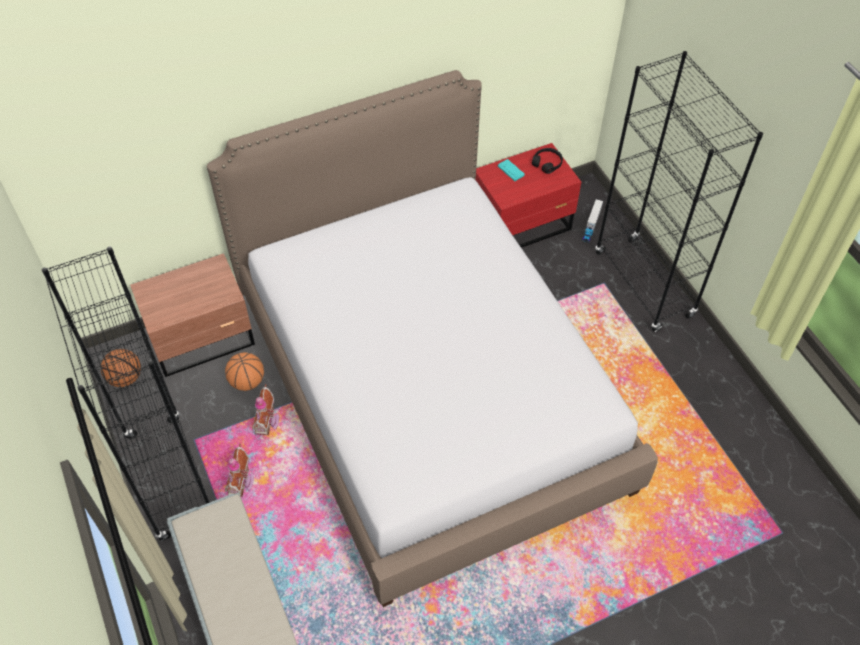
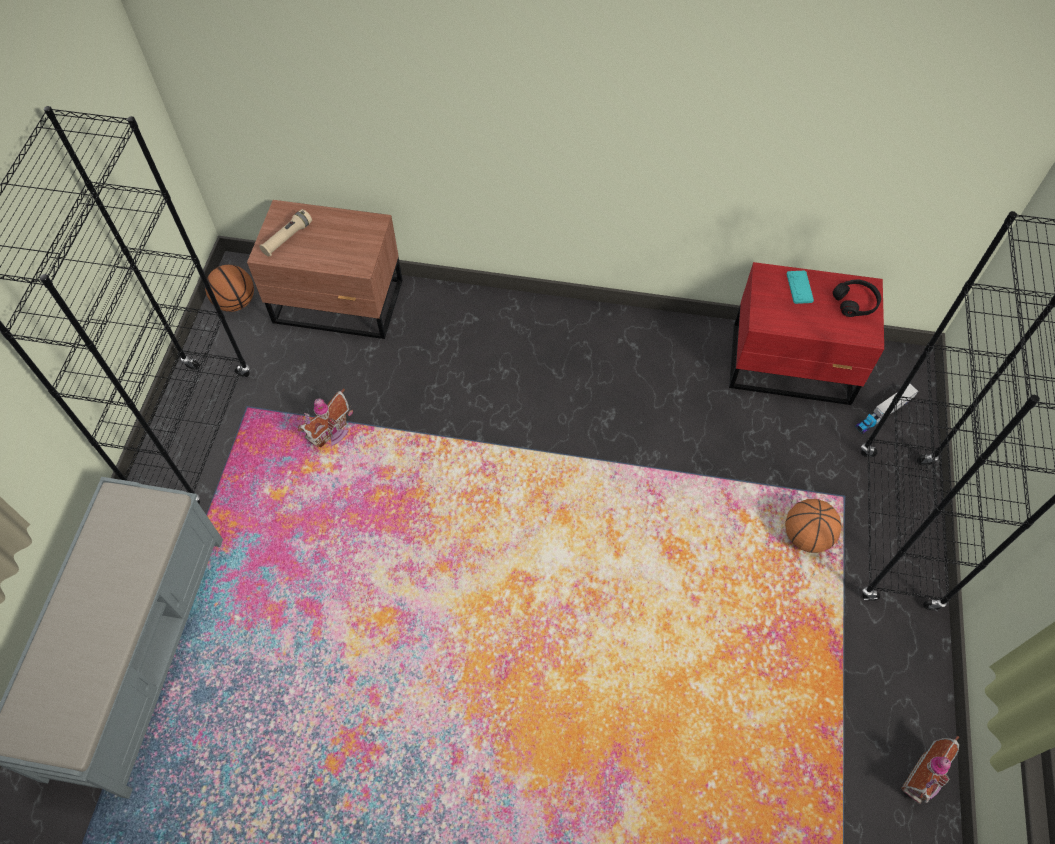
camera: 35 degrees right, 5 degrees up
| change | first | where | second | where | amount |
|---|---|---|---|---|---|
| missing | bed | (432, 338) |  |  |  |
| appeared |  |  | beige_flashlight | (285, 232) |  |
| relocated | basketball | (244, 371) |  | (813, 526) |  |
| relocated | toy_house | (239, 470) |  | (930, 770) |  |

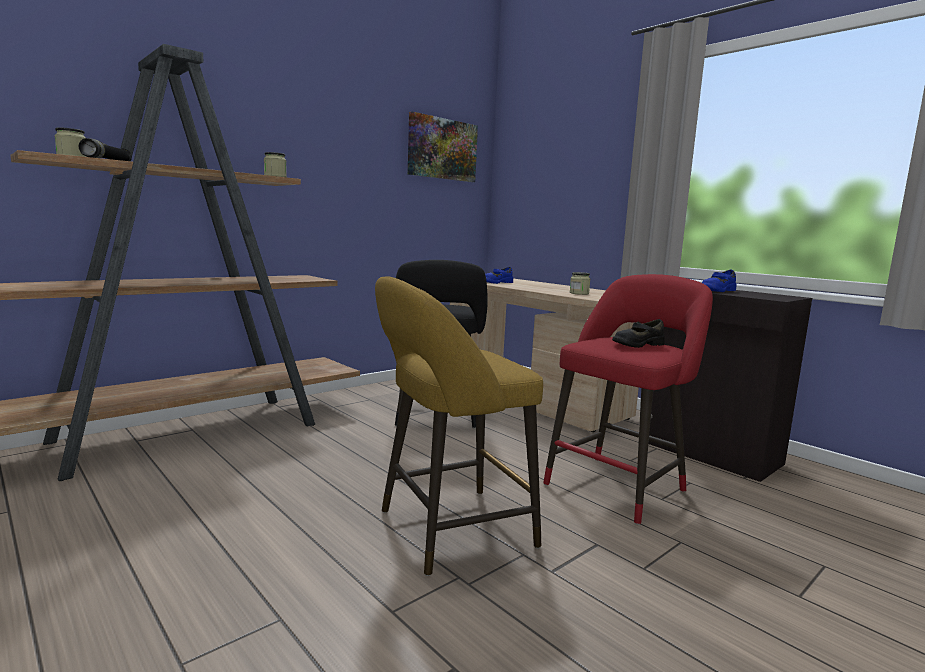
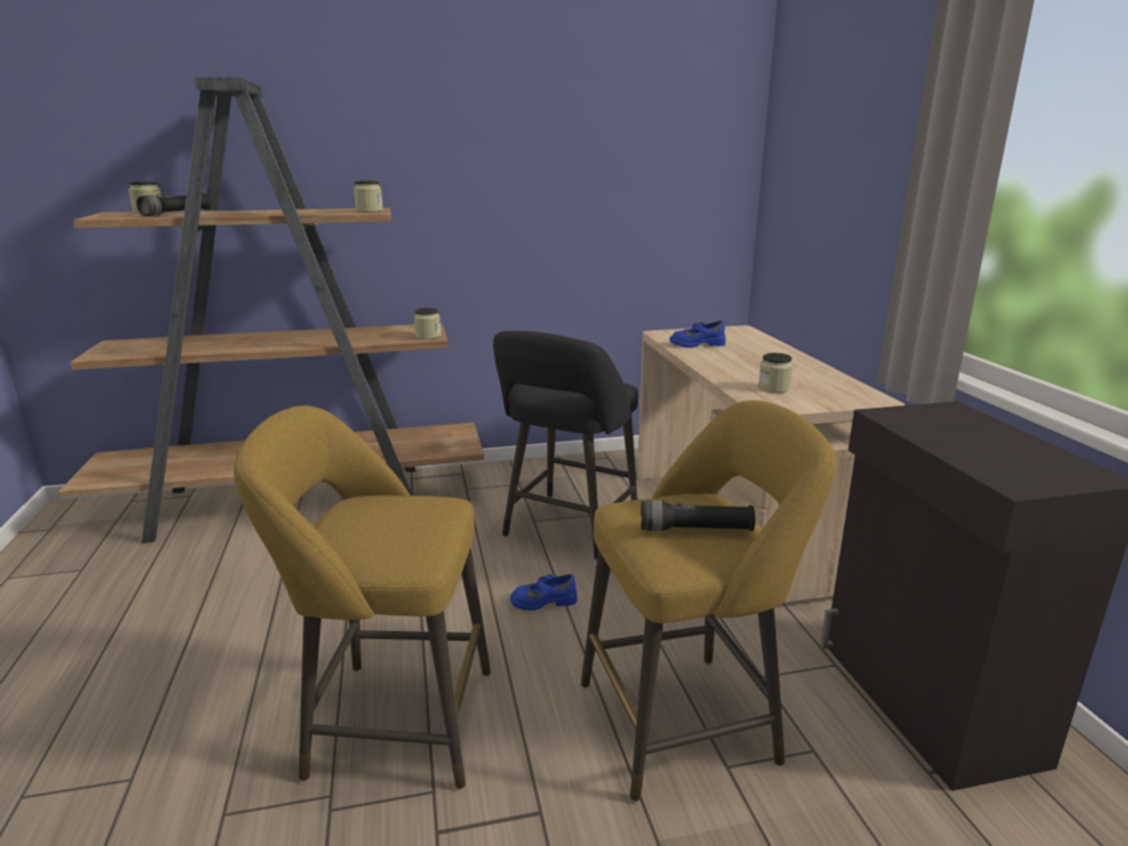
camera: 30 degrees right, 10 degrees up
| change | first | where | second | where | amount |
|---|---|---|---|---|---|
| missing | picture | (443, 146) |  |  |  |
| appeared |  |  | jar | (427, 323) |  |
| relocated | blue_shoe | (719, 281) |  | (543, 592) |  |
| exchanged | black_shoe | (638, 333) | black_flashlight | (698, 515) |  |
| colour | red_stool | (628, 399) | yellow_stool | (708, 601) |  |

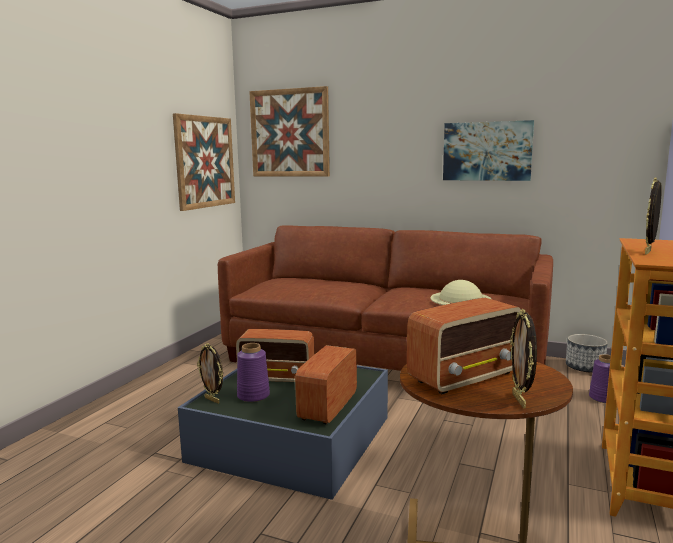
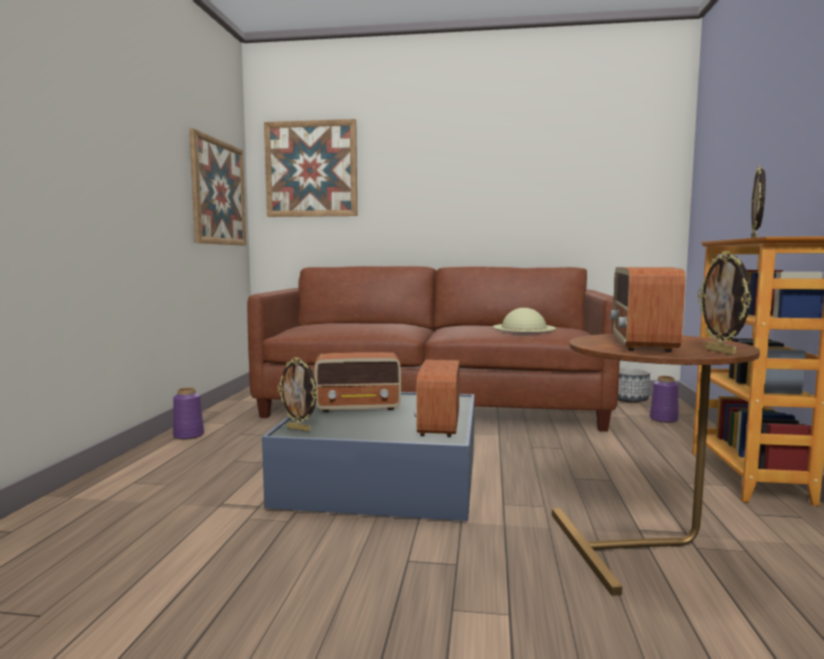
camera: 15 degrees left, 5 degrees down
| change | first | where | second | where | amount |
|---|---|---|---|---|---|
| missing | picture | (488, 150) |  |  |  |
| relocated | purple_vase | (253, 372) |  | (188, 413) |  |
| spun | radio | (464, 346) |  | (647, 310) | 150 degrees clockwise |

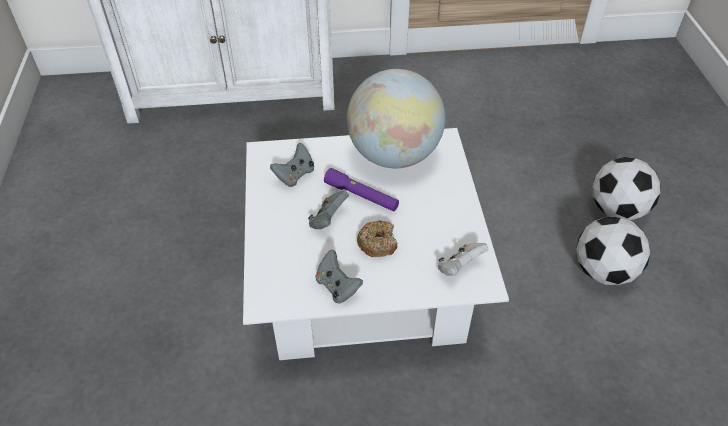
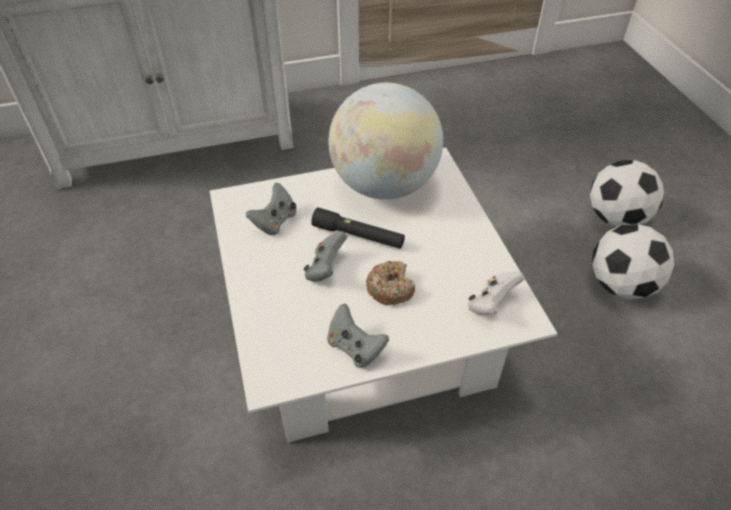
camera: 10 degrees left, 0 degrees up
| change | first | where | second | where | amount |
|---|---|---|---|---|---|
| colour | purple_flashlight | (361, 189) | black_flashlight | (358, 228) |  |

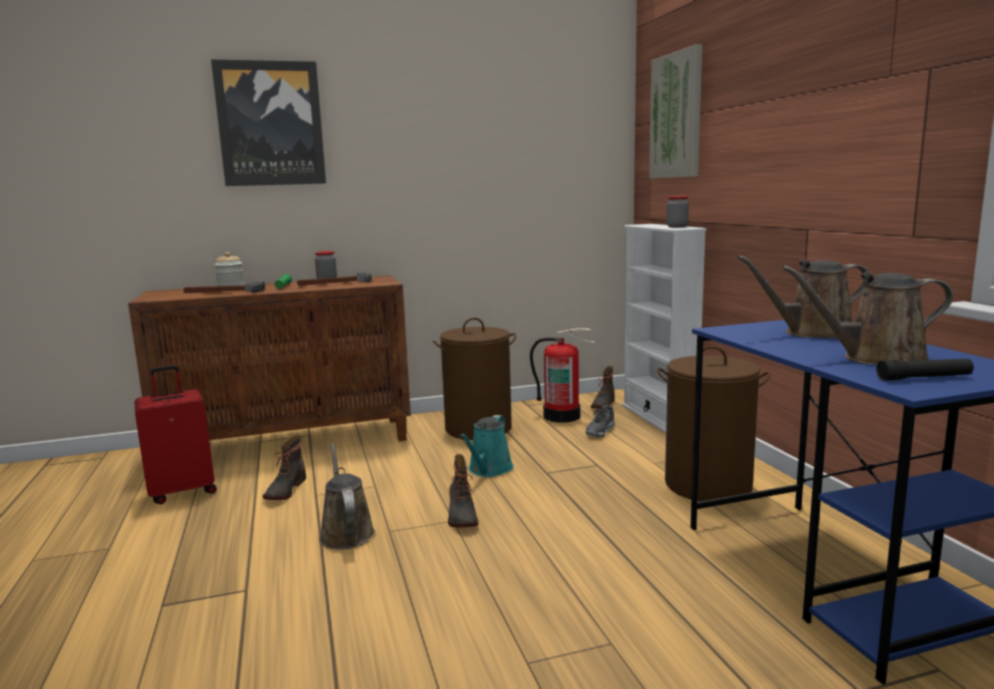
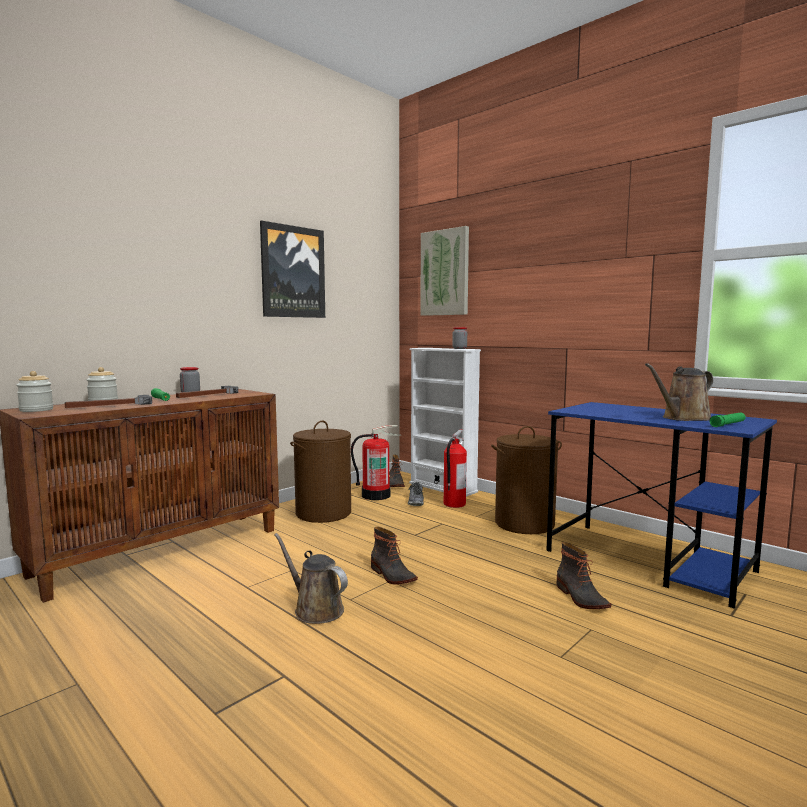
camera: 30 degrees left, 5 degrees down
| change | first | where | second | where | amount |
|---|---|---|---|---|---|
| missing | red_suitcase | (176, 434) |  |  |  |
| missing | turquoise_watering_can | (486, 446) |  |  |  |
| missing | brown_watering_can | (802, 297) |  |  |  |
| appeared |  |  | jar | (34, 391) |  |
| appeared |  |  | fire_extinguisher | (455, 469) |  |
| relocated | picture | (268, 122) |  | (292, 269) |  |
| relocated | boot | (284, 467) |  | (583, 575) |  |
| colour | black_flashlight | (925, 370) | green_flashlight | (727, 420) |  |

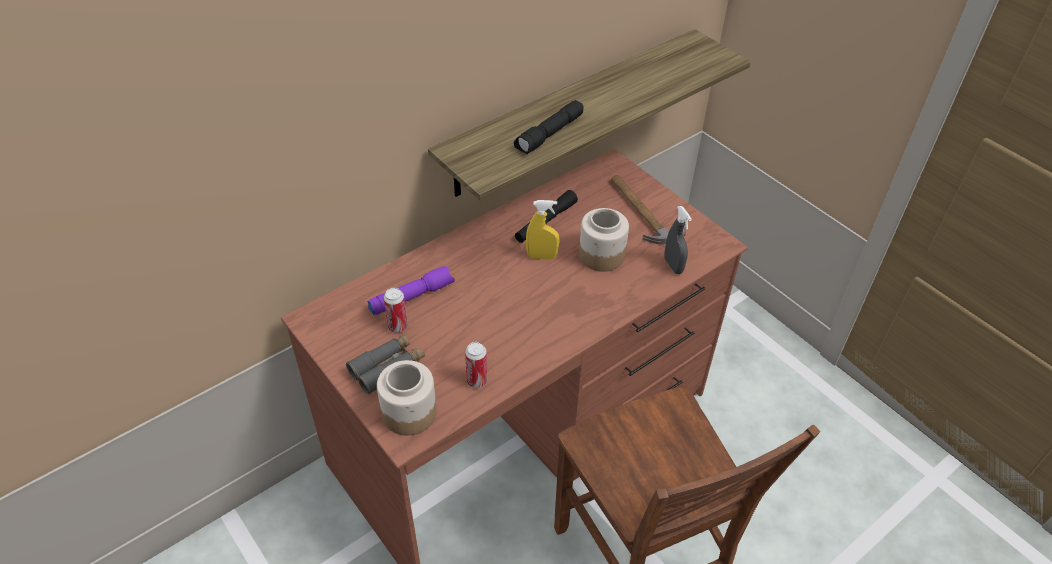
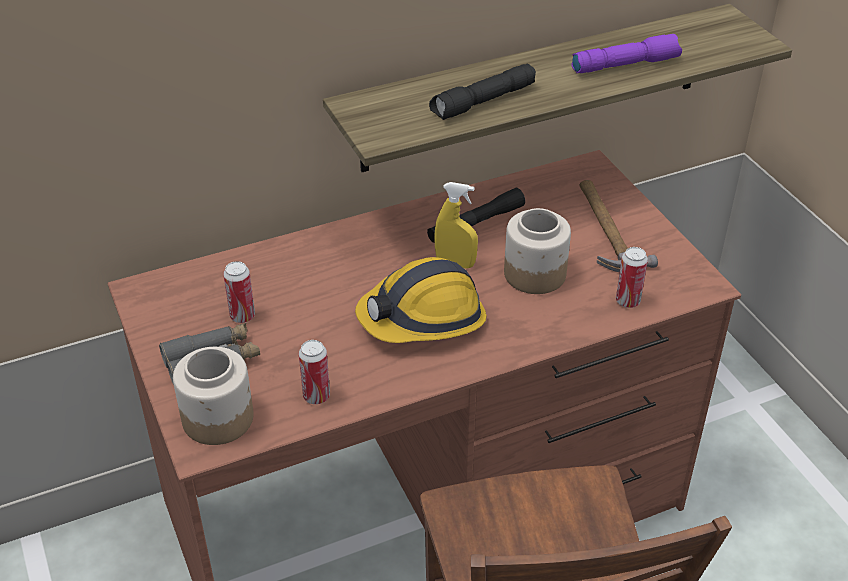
camera: 15 degrees right, 5 degrees down
| change | first | where | second | where | amount |
|---|---|---|---|---|---|
| appeared |  |  | hard_hat | (421, 300) |  |
| relocated | purple_flashlight | (411, 291) |  | (626, 53) |  |
| exchanged | grey_spray_bottle | (678, 240) | can | (632, 277) |  |

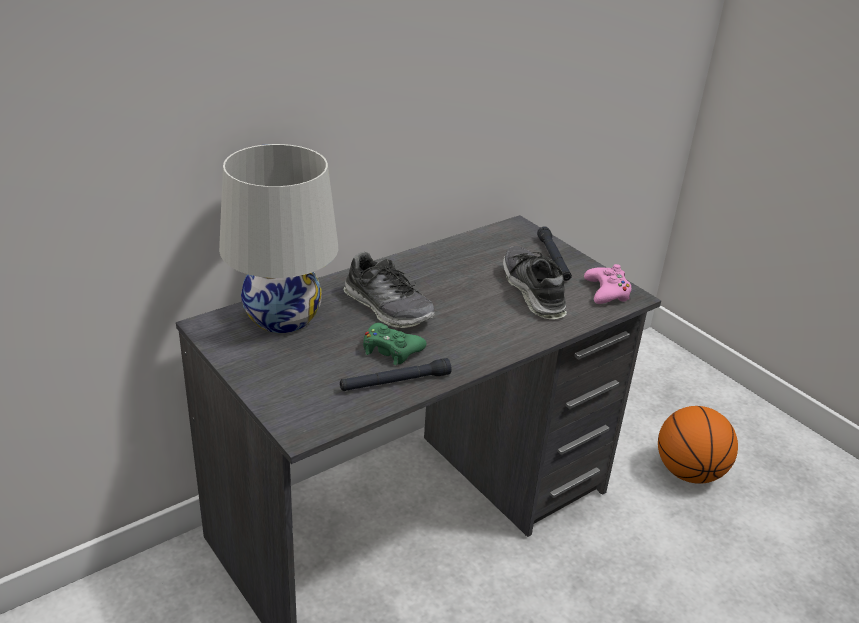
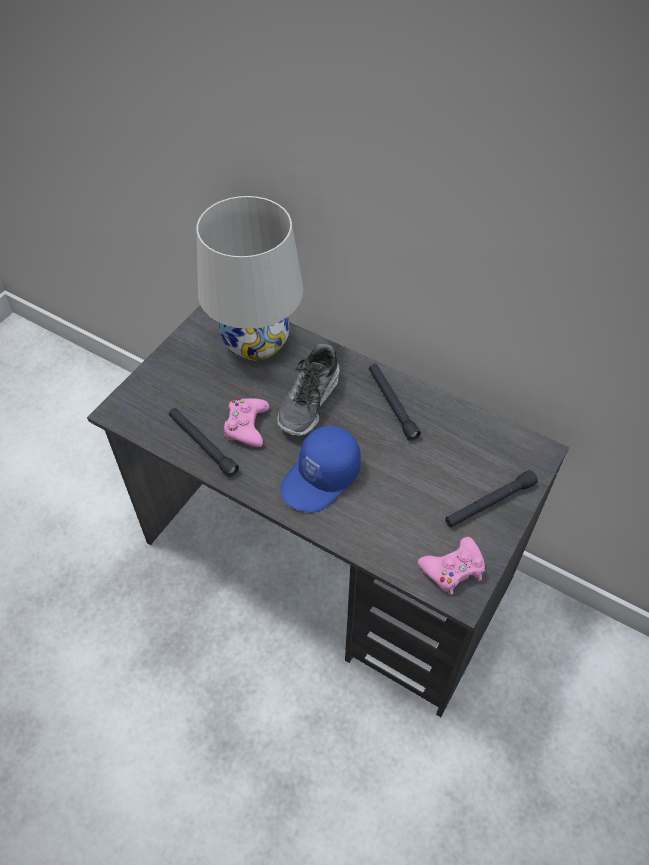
camera: 70 degrees right, 20 degrees up
| change | first | where | second | where | amount |
|---|---|---|---|---|---|
| missing | shoe | (535, 282) |  |  |  |
| missing | basketball | (698, 445) |  |  |  |
| appeared |  |  | blue_cap | (320, 469) |  |
| appeared |  |  | black_flashlight | (395, 402) |  |
| colour | green_game_controller | (395, 344) | pink_game_controller | (246, 422) |  |

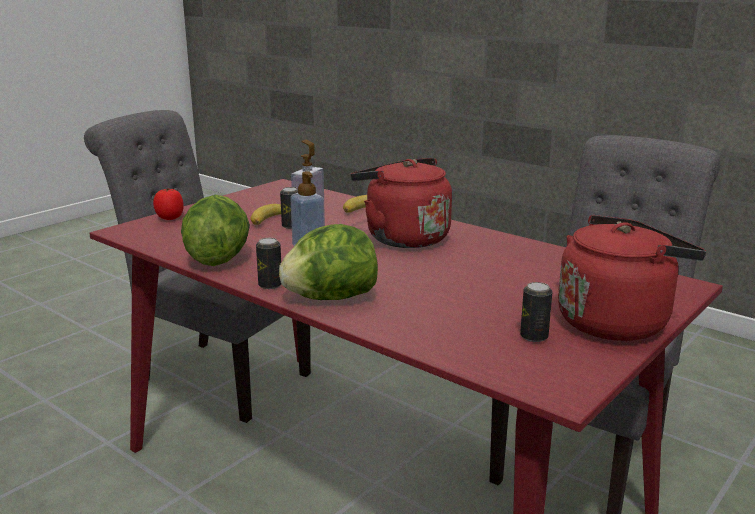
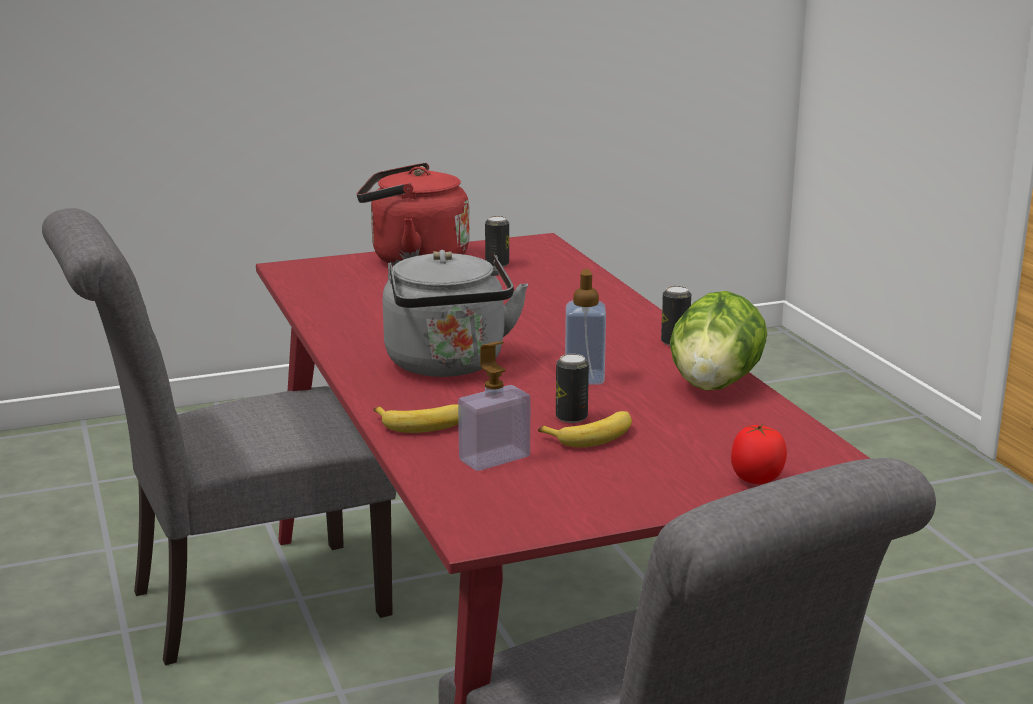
camera: 150 degrees left, 0 degrees up
| change | first | where | second | where | amount |
|---|---|---|---|---|---|
| missing | lettuce | (328, 262) |  |  |  |
| colour | red_kettle | (401, 203) | grey_kettle | (455, 313) |  |

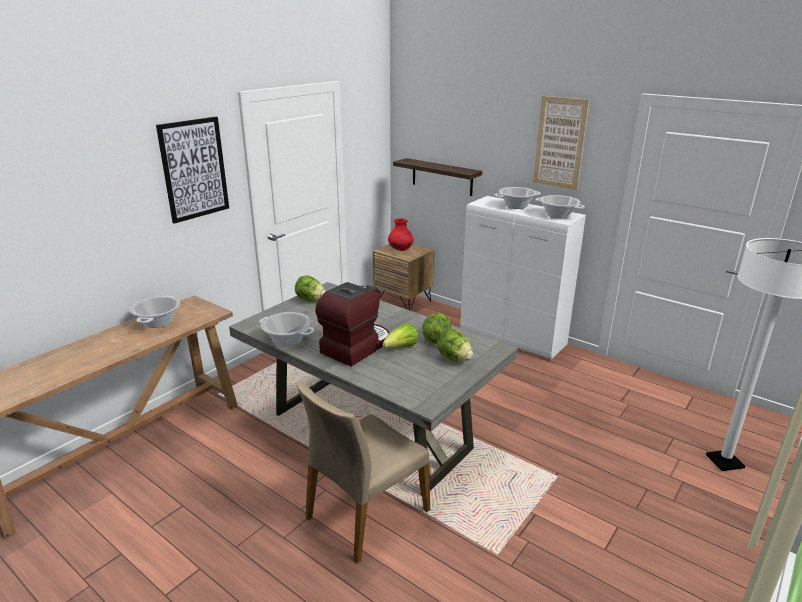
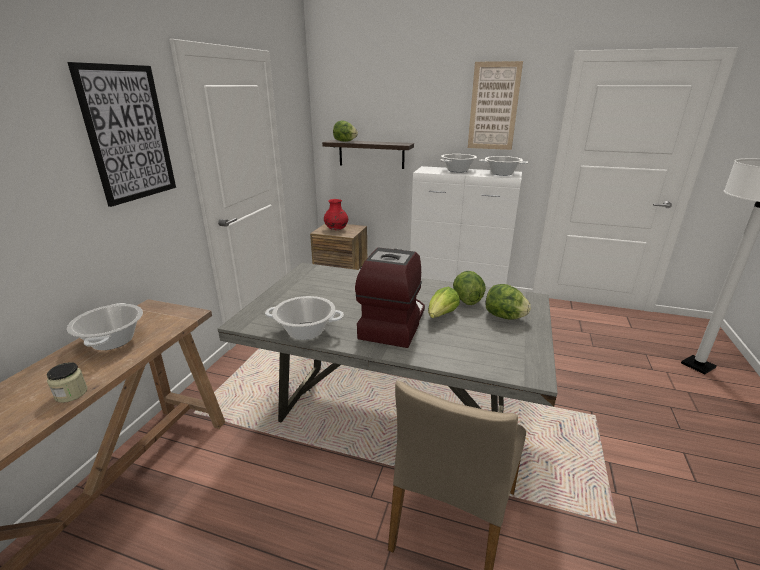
camera: 20 degrees left, 0 degrees up
| change | first | where | second | where | amount |
|---|---|---|---|---|---|
| appeared |  |  | jar | (67, 382) |  |
| relocated | lettuce | (310, 288) |  | (345, 131) |  |

